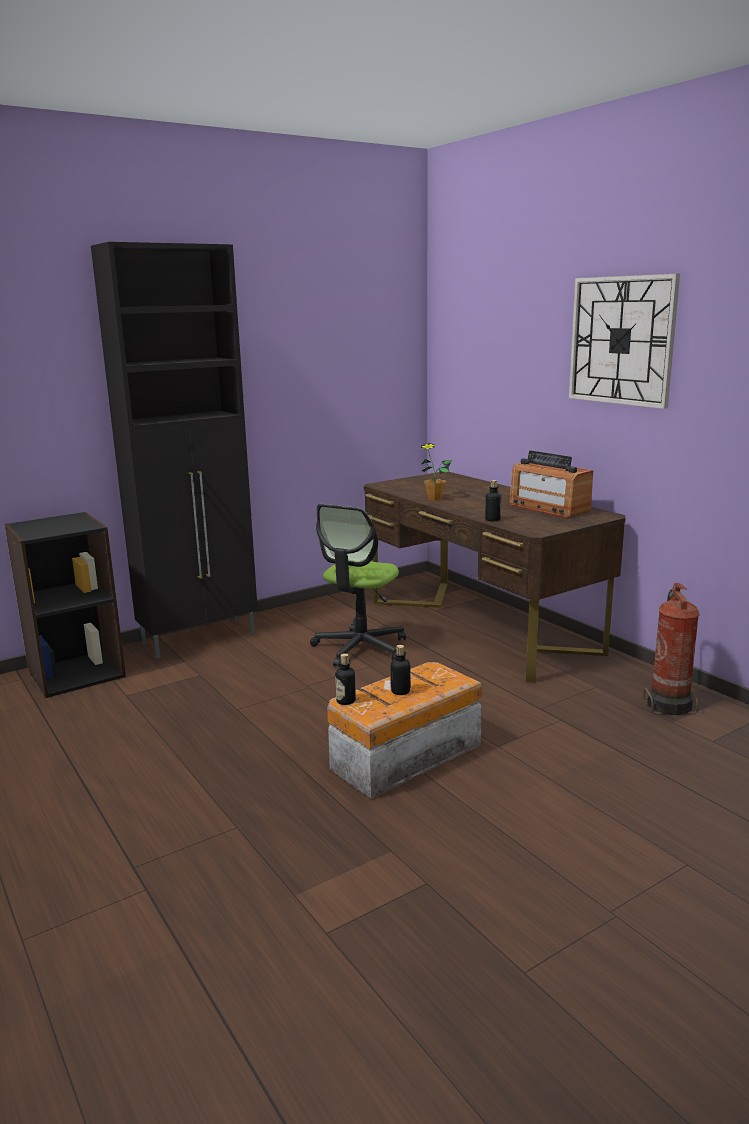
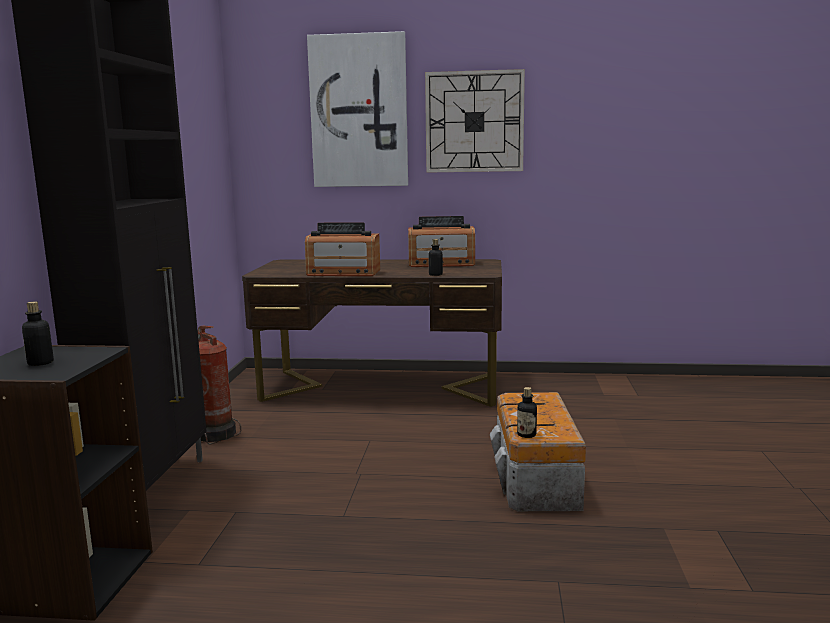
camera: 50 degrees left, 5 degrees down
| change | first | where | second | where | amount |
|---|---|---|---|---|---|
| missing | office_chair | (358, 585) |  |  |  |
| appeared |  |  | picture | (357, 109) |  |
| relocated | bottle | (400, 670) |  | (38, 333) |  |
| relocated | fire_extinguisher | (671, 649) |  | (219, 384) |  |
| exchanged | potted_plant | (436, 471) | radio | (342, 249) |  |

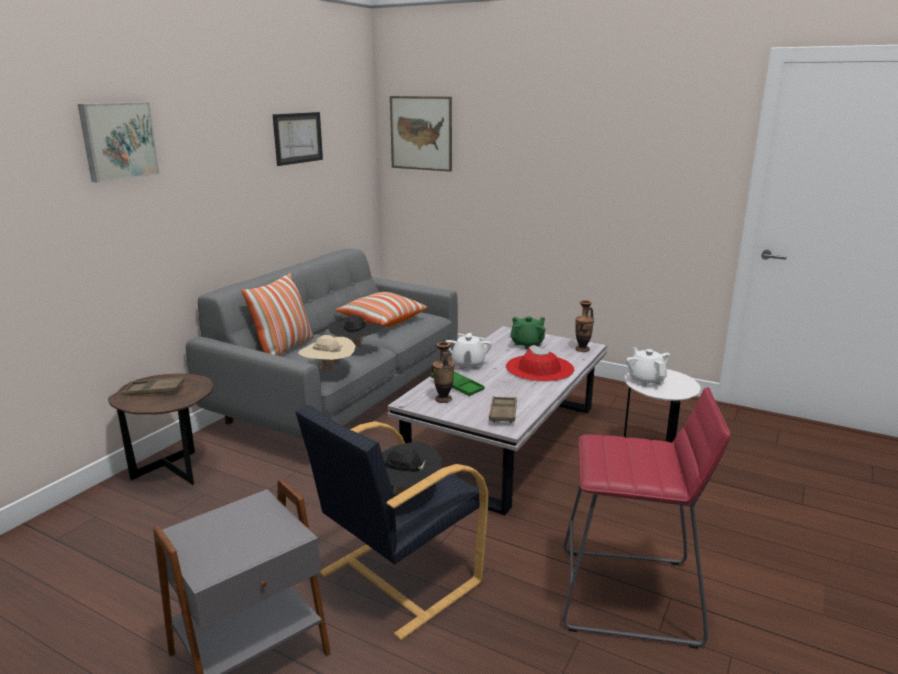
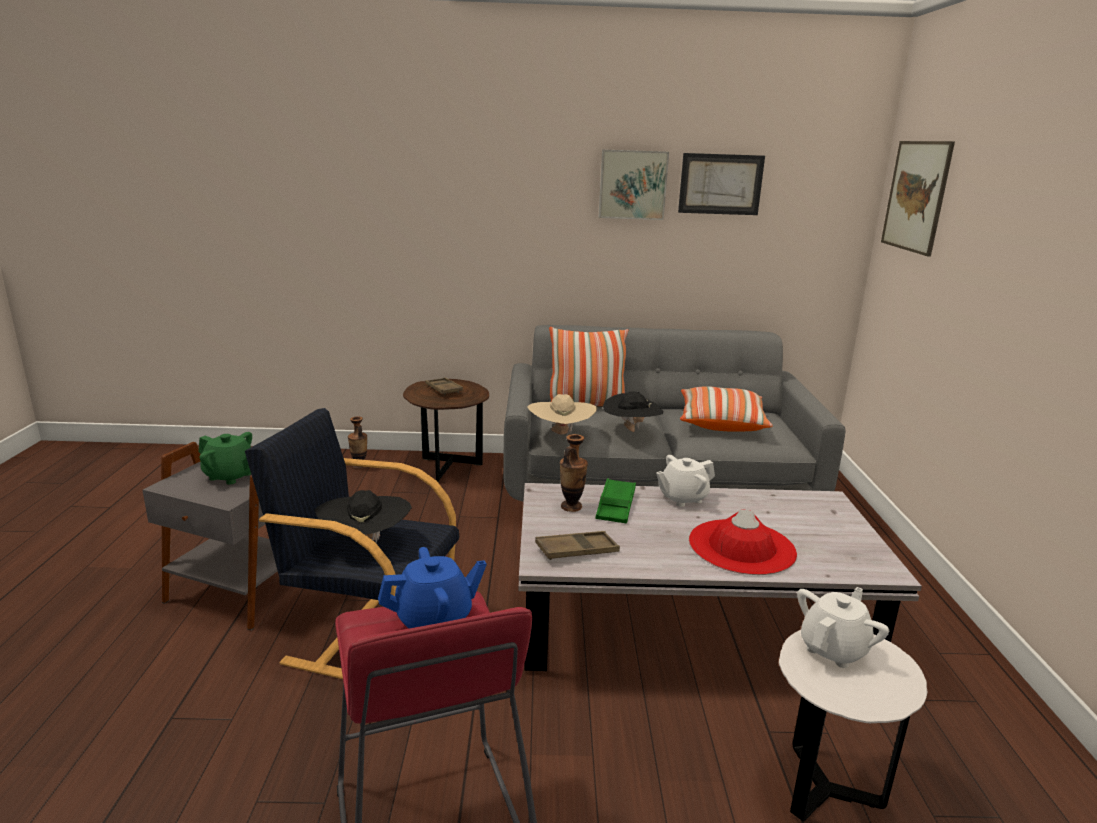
camera: 60 degrees right, 0 degrees up
| change | first | where | second | where | amount |
|---|---|---|---|---|---|
| appeared |  |  | blue_teapot | (432, 587) |  |
| relocated | picture | (119, 142) |  | (633, 184) |  |
| relocated | green_teapot | (527, 332) |  | (225, 458) |  |
| relocated | vase | (584, 326) |  | (357, 443) |  |

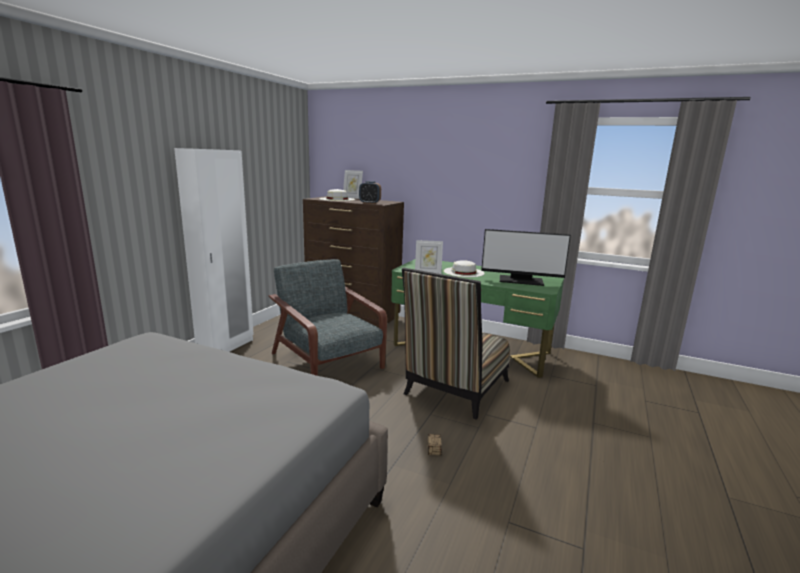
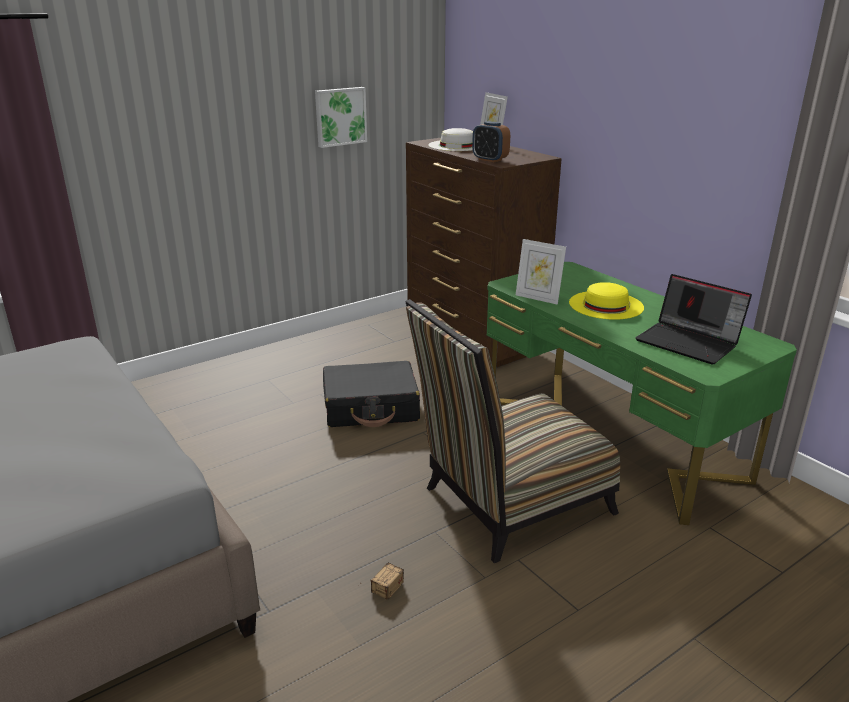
camera: 30 degrees right, 10 degrees up
| change | first | where | second | where | amount |
|---|---|---|---|---|---|
| missing | white_wardrobe | (214, 250) |  |  |  |
| appeared |  |  | picture | (341, 117) |  |
| exchanged | grey_armchair | (328, 317) | black_suitcase | (371, 394) |  |
| exchanged | monitor | (526, 257) | laptop | (693, 319) |  |
| colour | white_hat | (464, 268) | yellow_hat | (606, 301) |  |

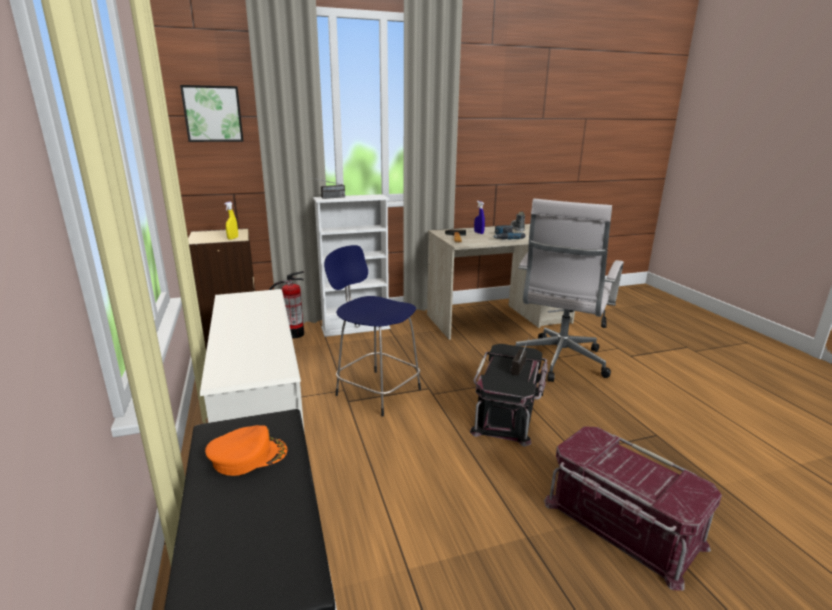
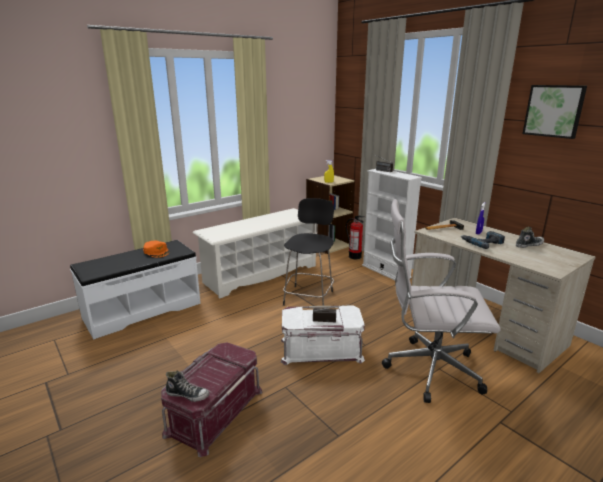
camera: 70 degrees right, 0 degrees up
| change | first | where | second | where | amount |
|---|---|---|---|---|---|
| appeared |  |  | shoe | (187, 386) |  |
| relocated | picture | (212, 113) |  | (554, 112) |  |
| colour | blue_stool | (372, 331) | black_stool | (308, 253) |  |
| colour | black_storage_box | (509, 395) | white_storage_box | (323, 335) |  |

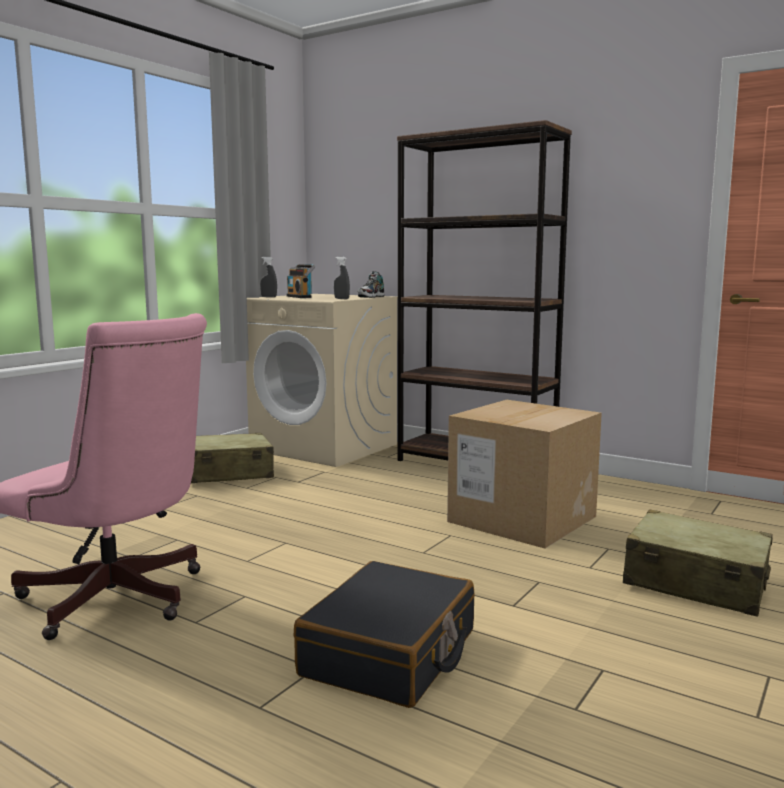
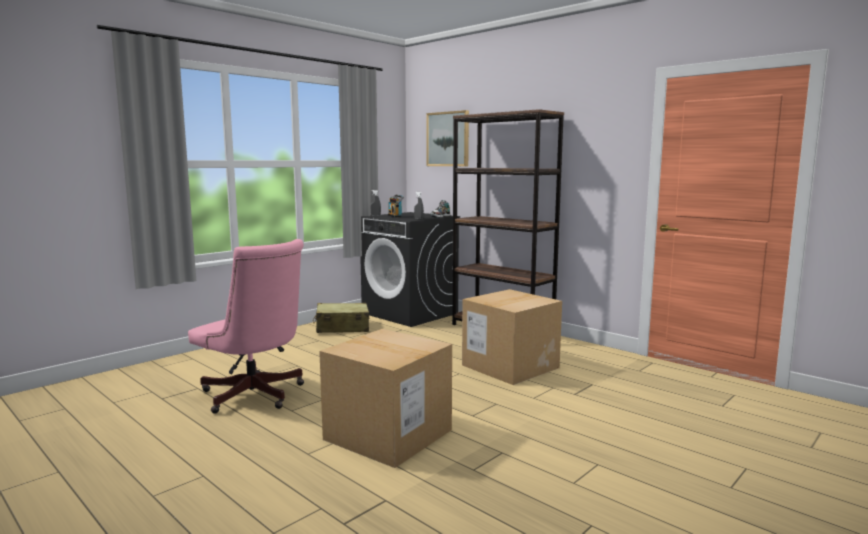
camera: 10 degrees right, 0 degrees up
| change | first | where | second | where | amount |
|---|---|---|---|---|---|
| missing | beige_suitcase | (698, 562) |  |  |  |
| appeared |  |  | picture | (447, 138) |  |
| exchanged | black_suitcase | (384, 634) | cardboard_box | (385, 398) |  |
| colour | beige_washing_machine | (322, 380) | black_washing_machine | (410, 269) |  |

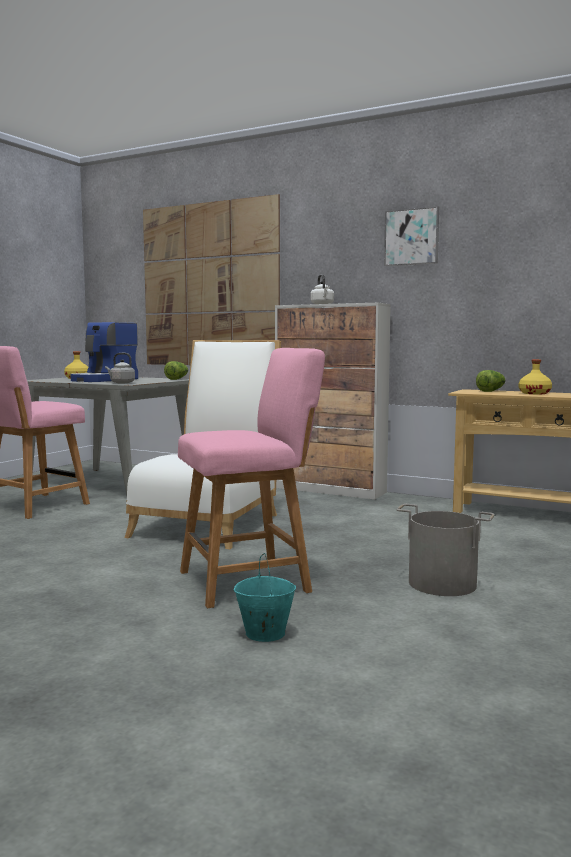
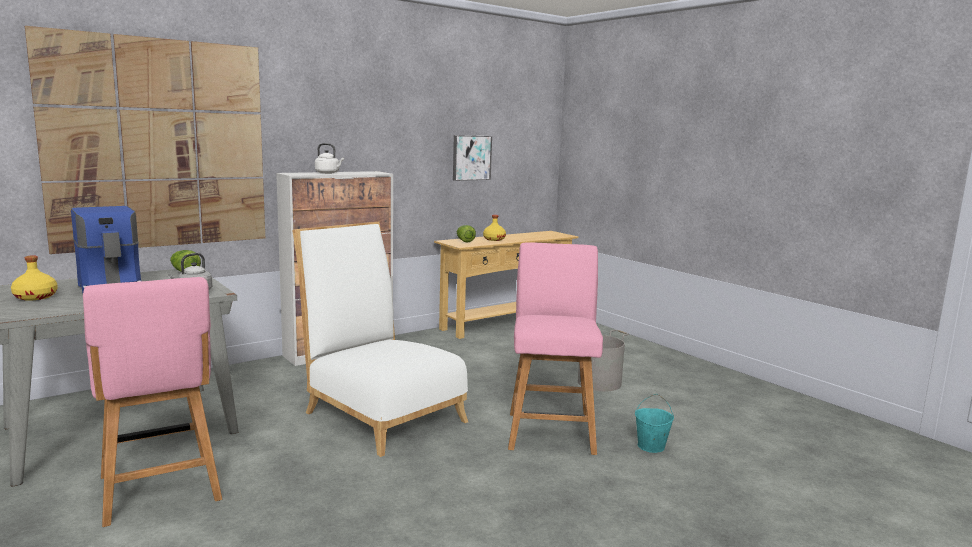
camera: 65 degrees left, 5 degrees up
| change | first | where | second | where | amount |
|---|---|---|---|---|---|
| relocated | picture | (411, 236) |  | (472, 158) |  |

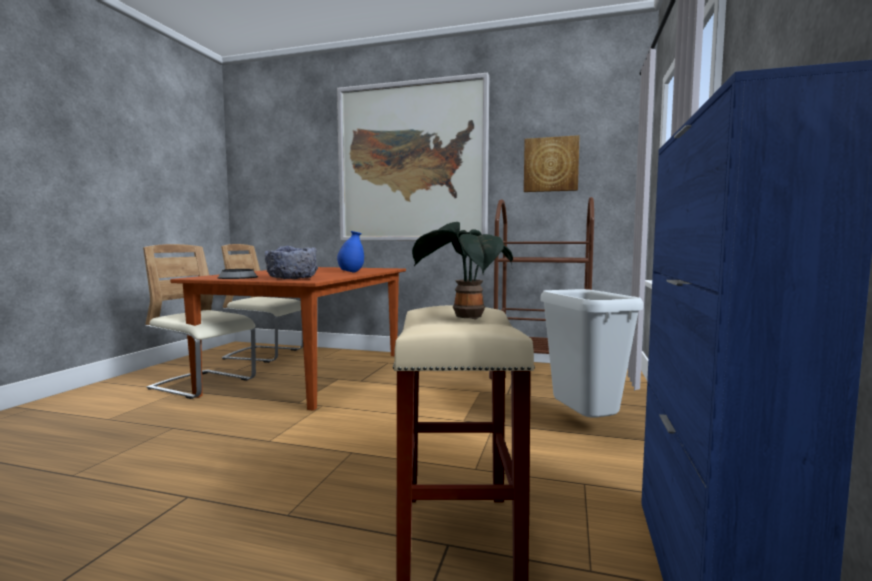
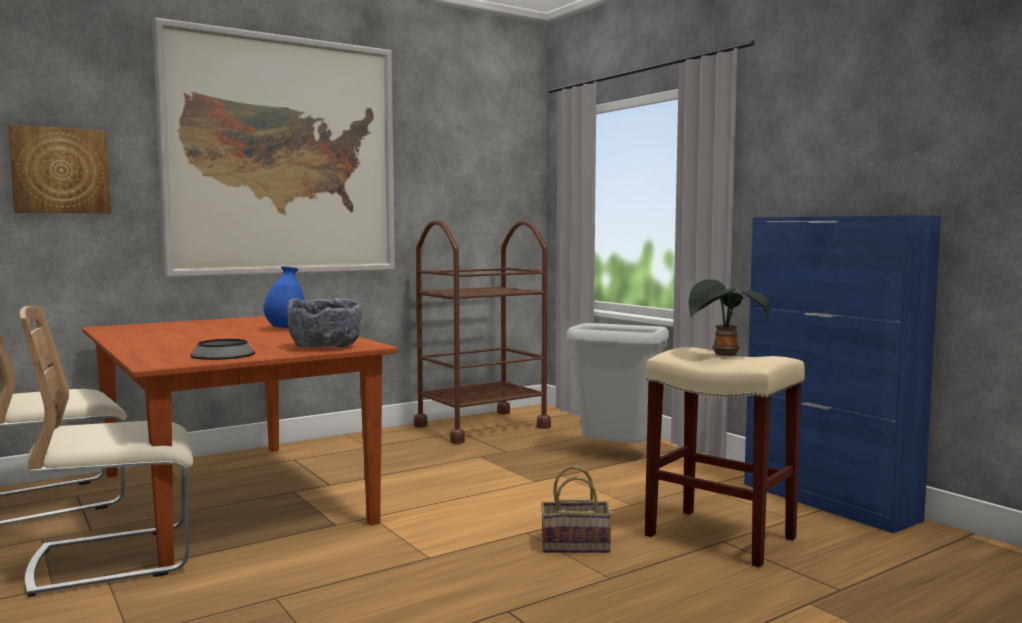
camera: 50 degrees left, 0 degrees up
| change | first | where | second | where | amount |
|---|---|---|---|---|---|
| appeared |  |  | basket | (576, 509) |  |
| relocated | picture | (552, 163) |  | (60, 169) |  |

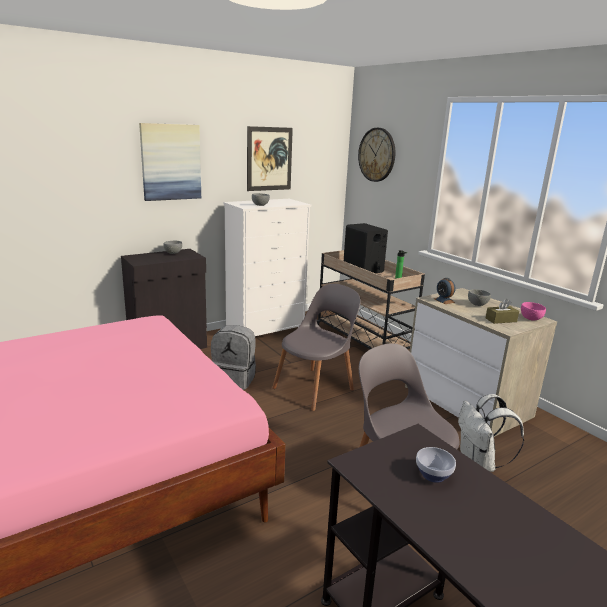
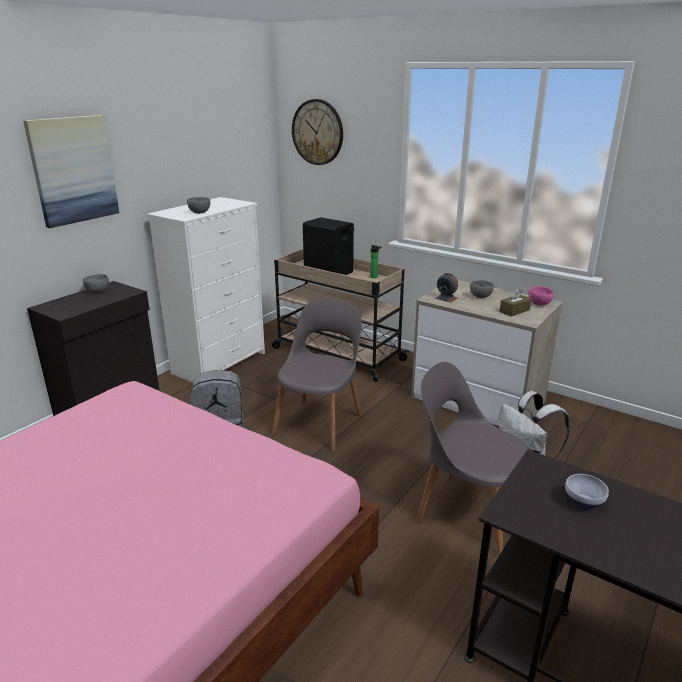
camera: 20 degrees left, 5 degrees up
| change | first | where | second | where | amount |
|---|---|---|---|---|---|
| missing | picture | (270, 158) |  |  |  |

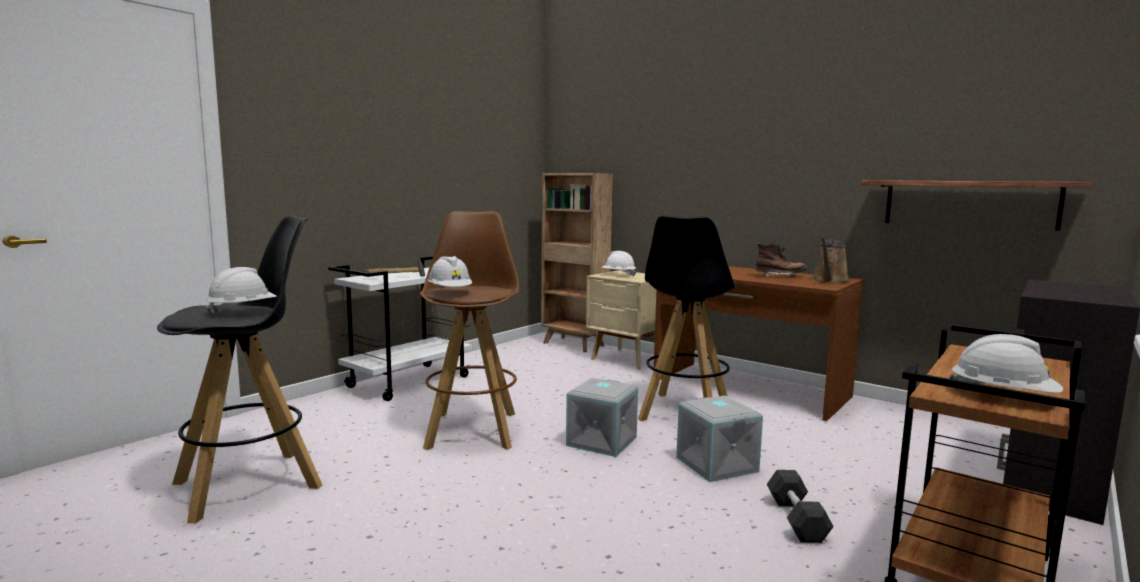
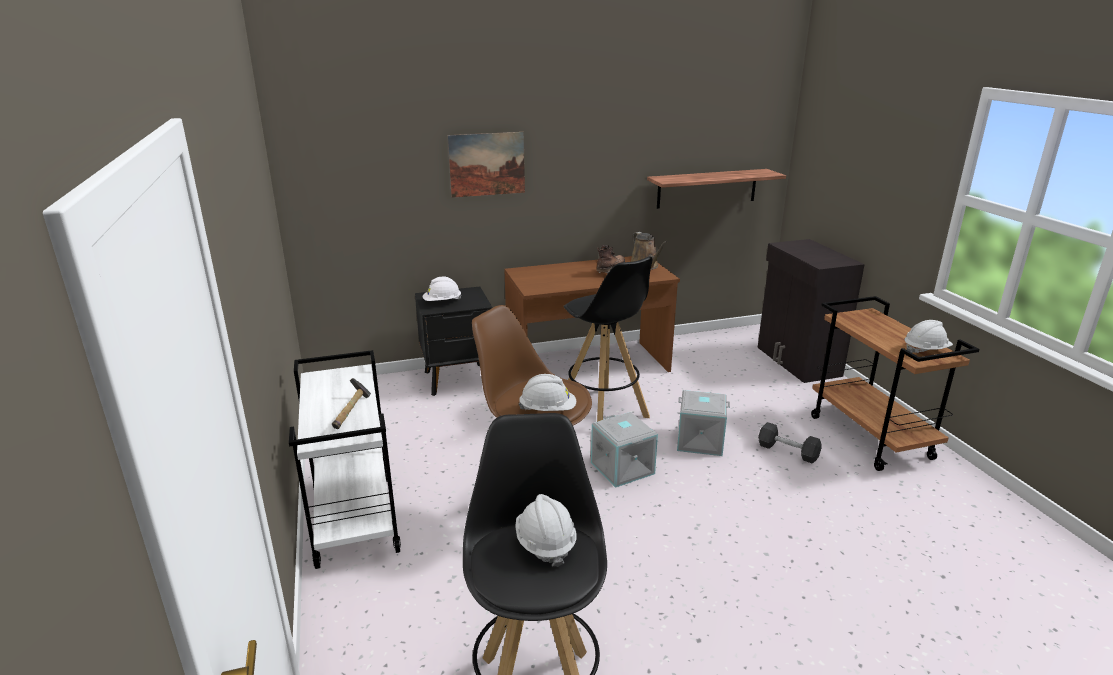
camera: 55 degrees left, 15 degrees up
| change | first | where | second | where | amount |
|---|---|---|---|---|---|
| missing | brown_bookcase | (577, 262) |  |  |  |
| appeared |  |  | picture | (486, 165) |  |
| colour | beige_nightstand | (621, 320) | black_nightstand | (453, 341) |  |

